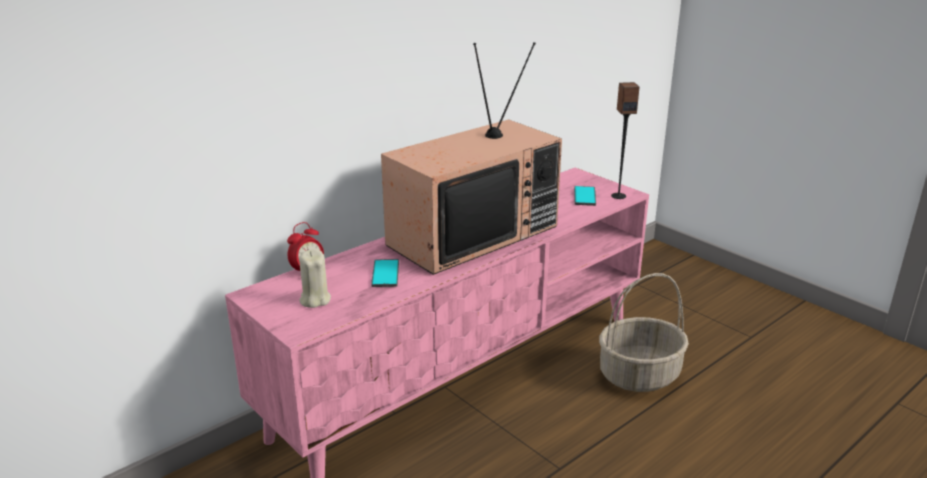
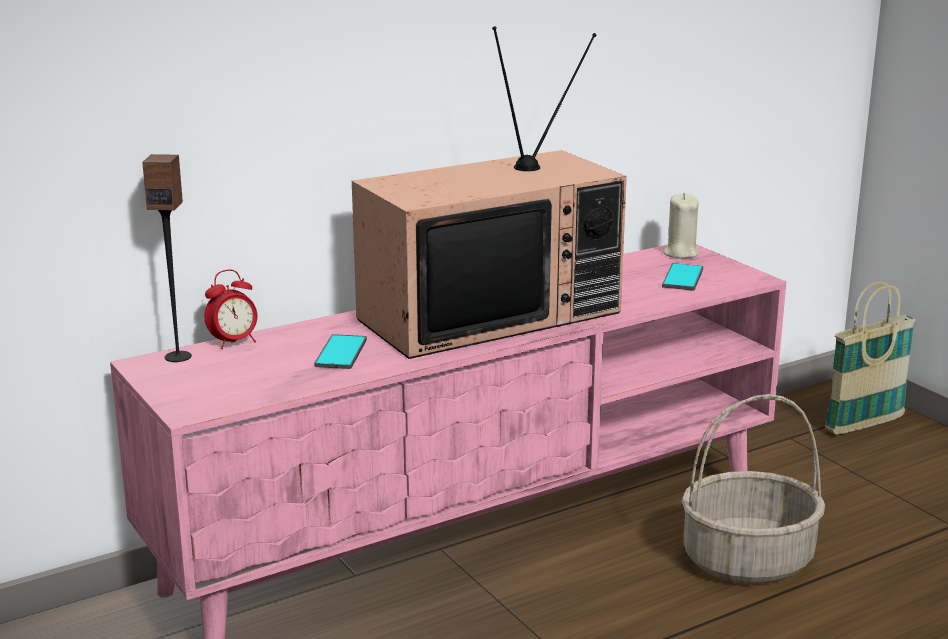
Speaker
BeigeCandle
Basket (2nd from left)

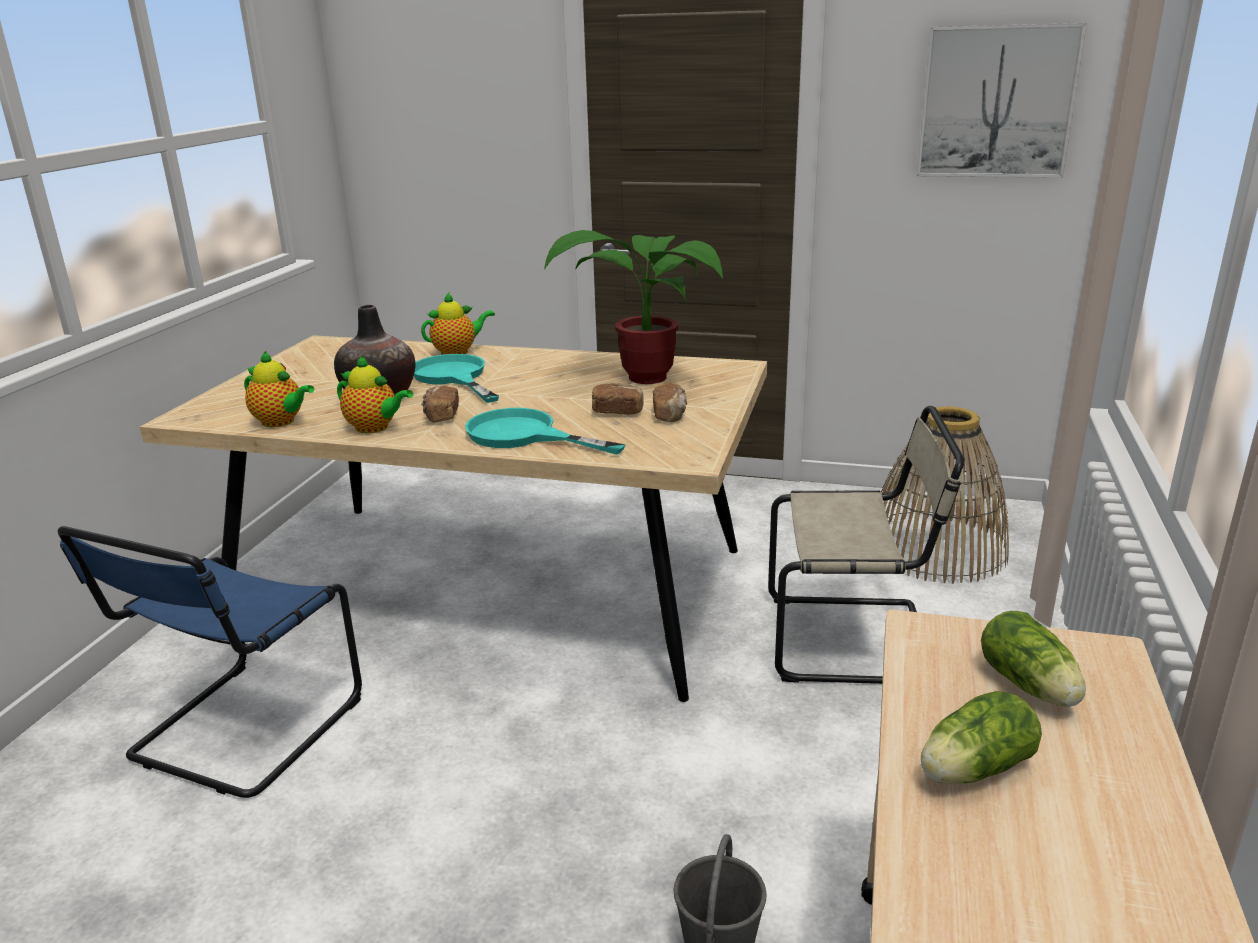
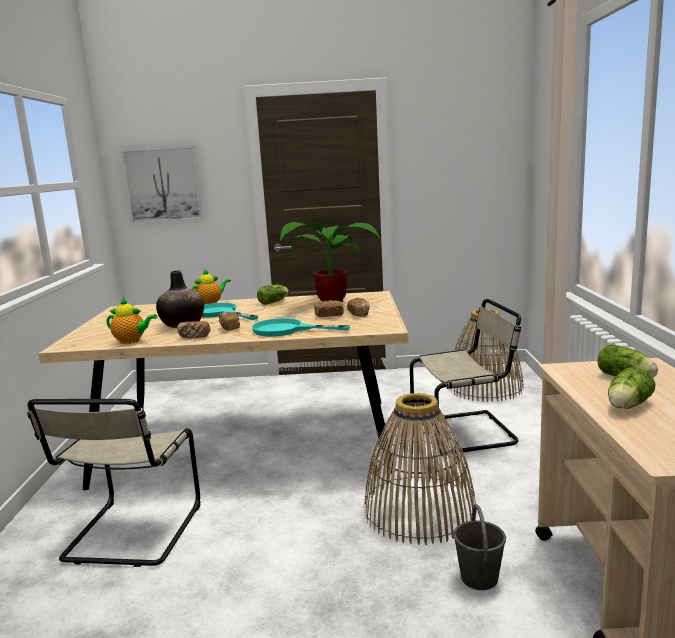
BeigeChair (1st from left)
Picture
Bread (1st from left)
Lettuce (1st from left)
Basket (1st from left)

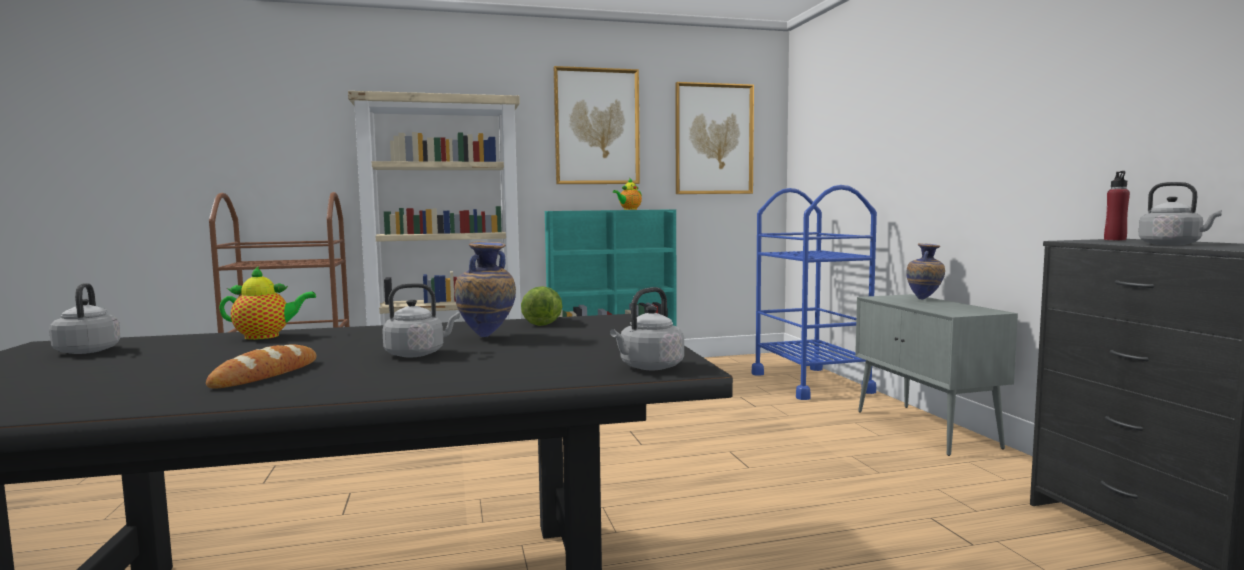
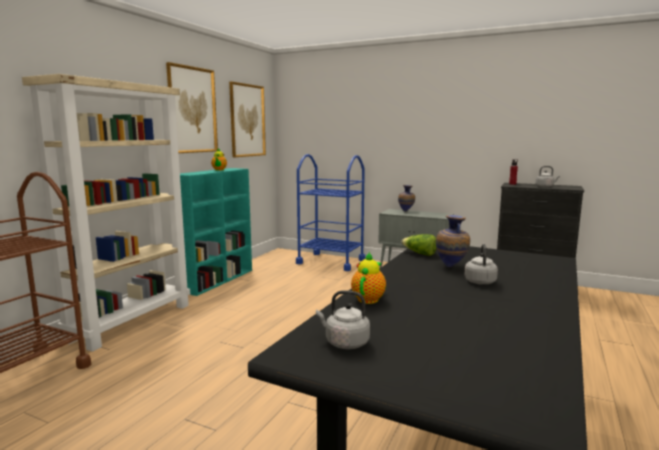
Bread
GreyKettle (3rd from left in the first image)

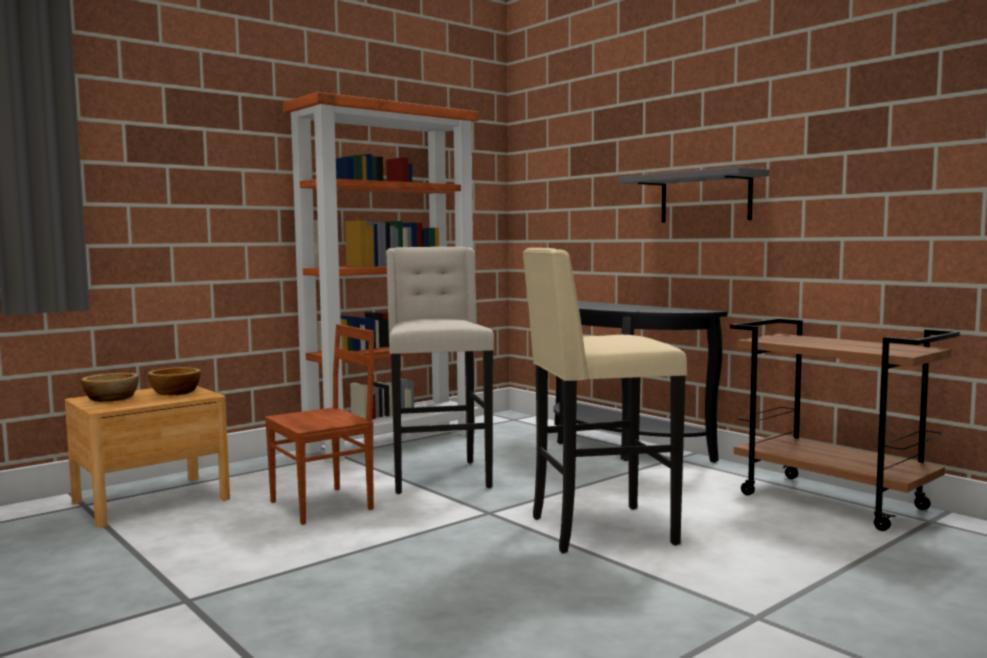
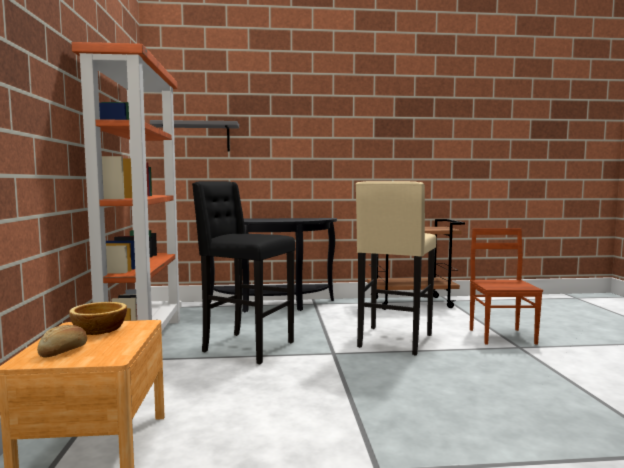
Bread
GreyShelf
BlackStool
BrownChair

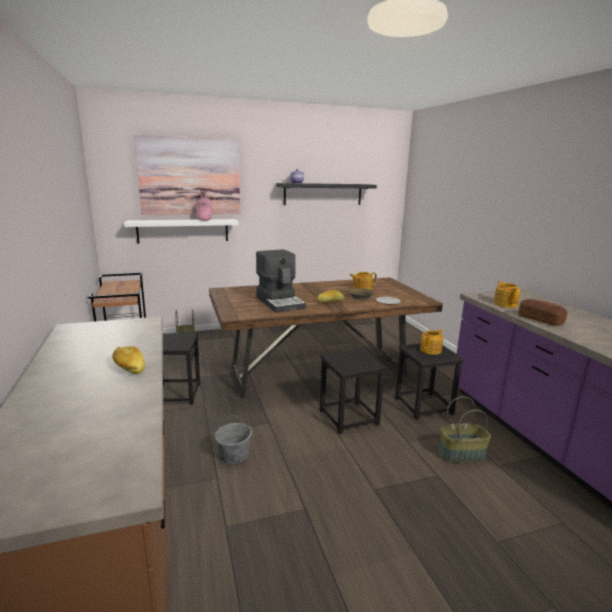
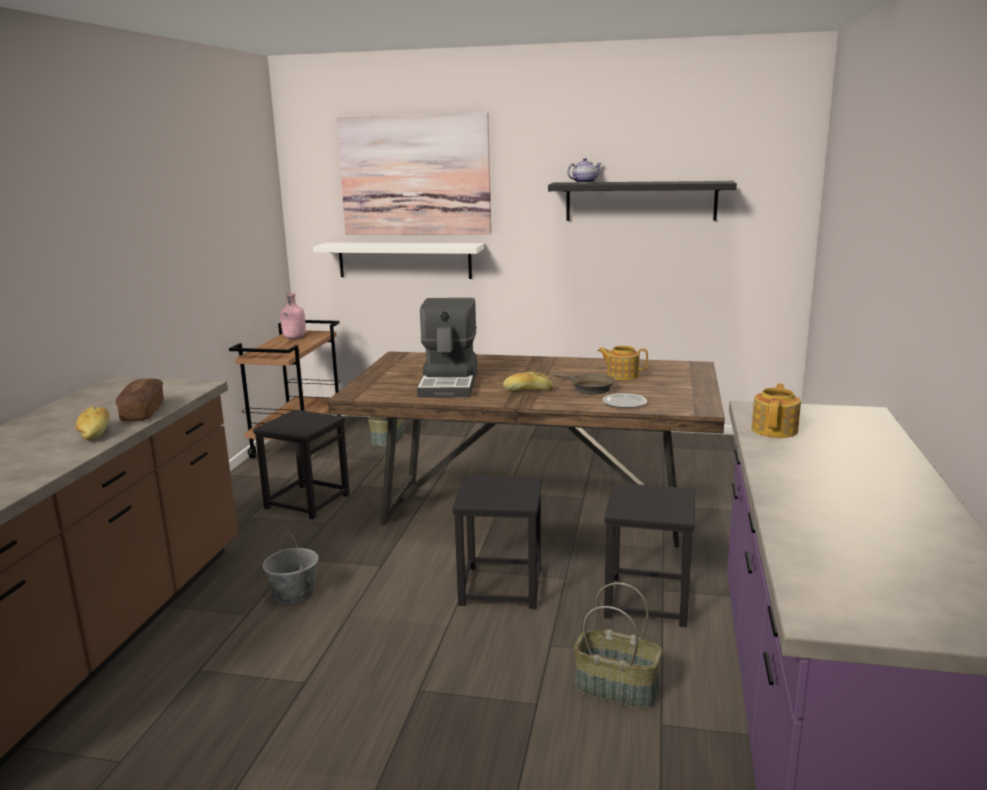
Bread (2nd from left)
PinkBottle
Teapot (3rd from left in the first image)

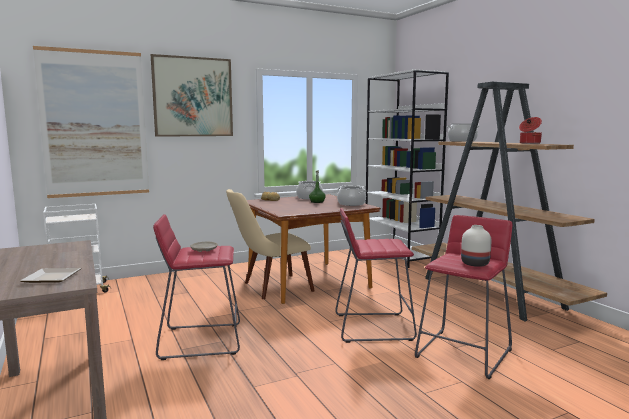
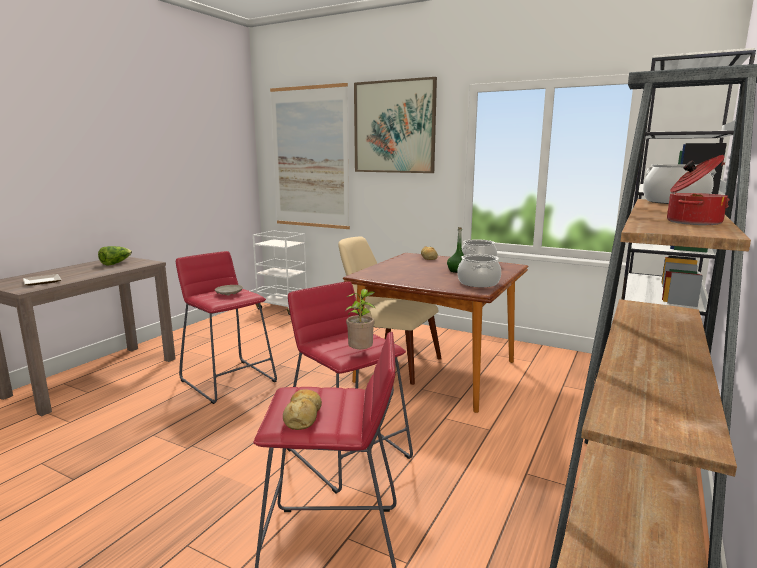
Lettuce
Bread (1st from left)
PottedPlant

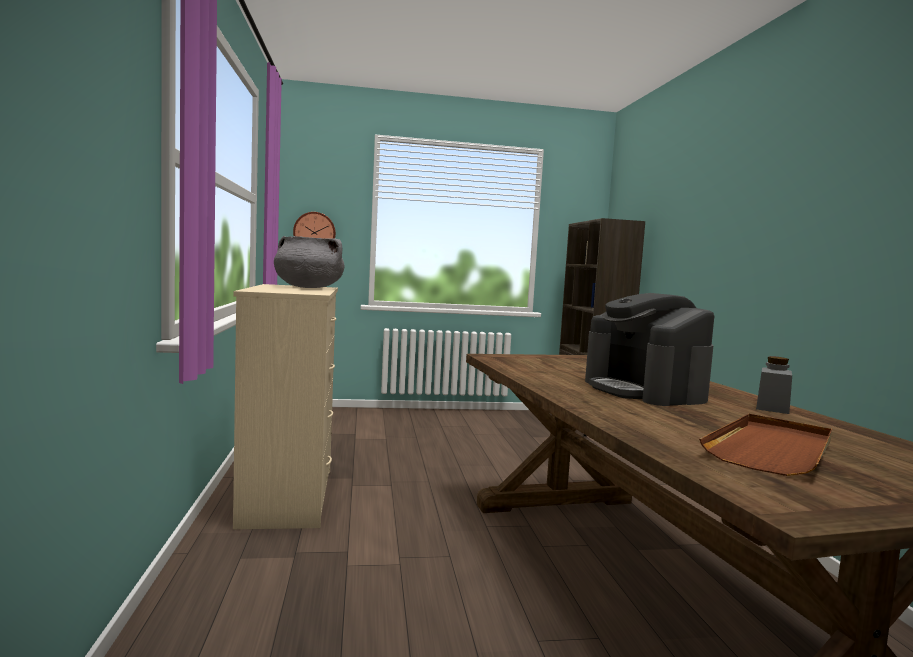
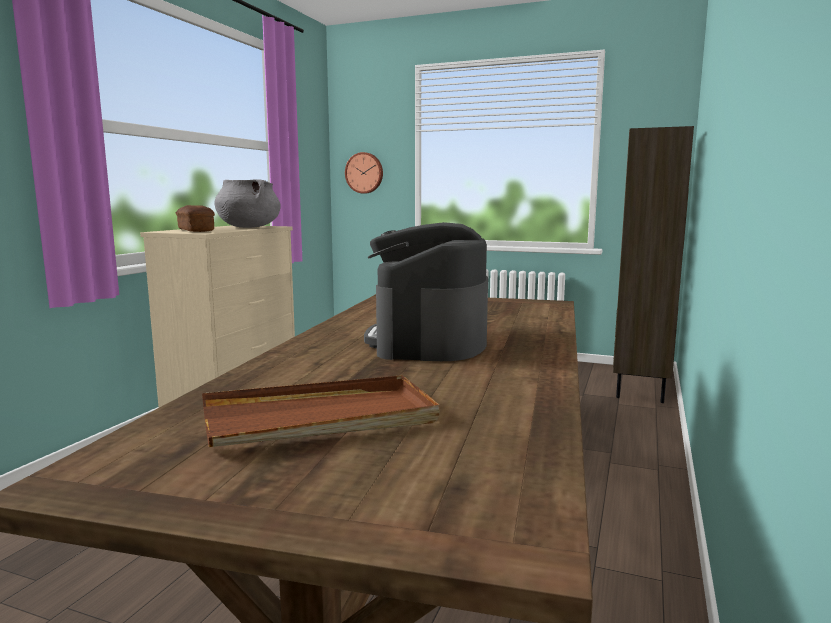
Bread
GreyJar

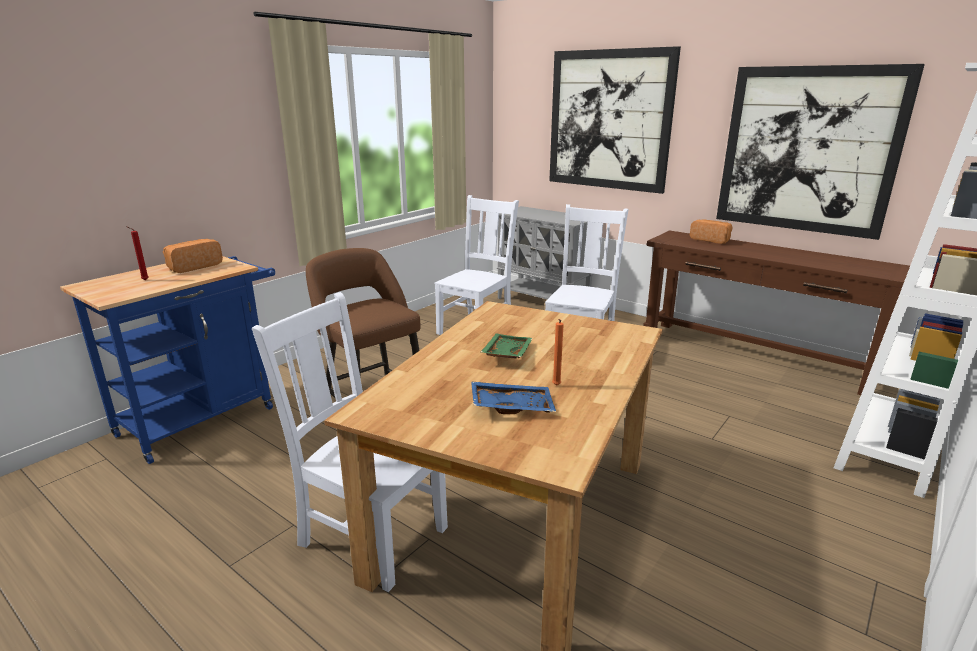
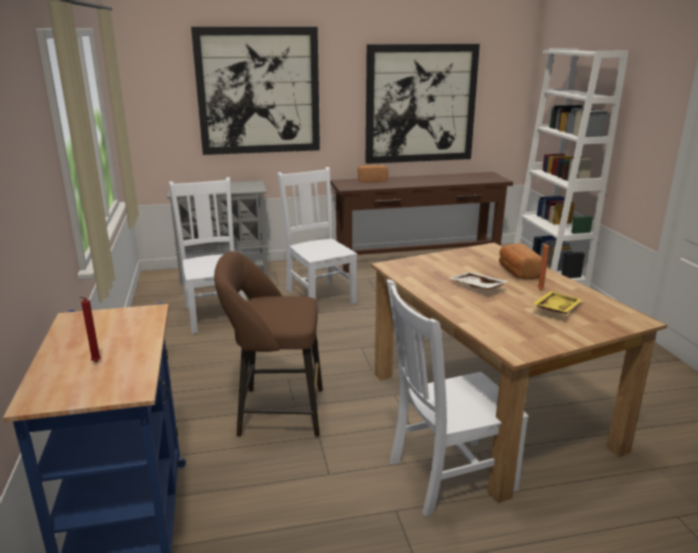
WhiteTray
Bread (2nd from left)
YellowTray

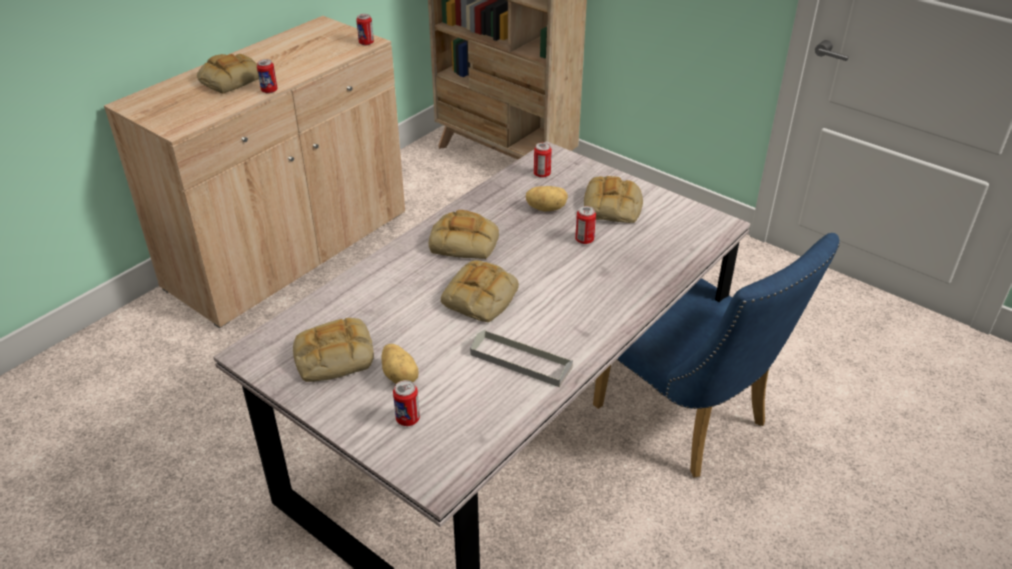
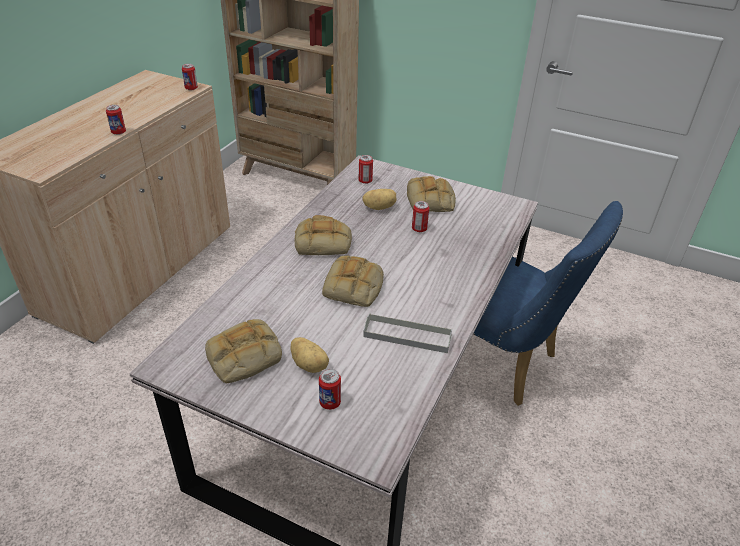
Bread (1st from left in the first image)

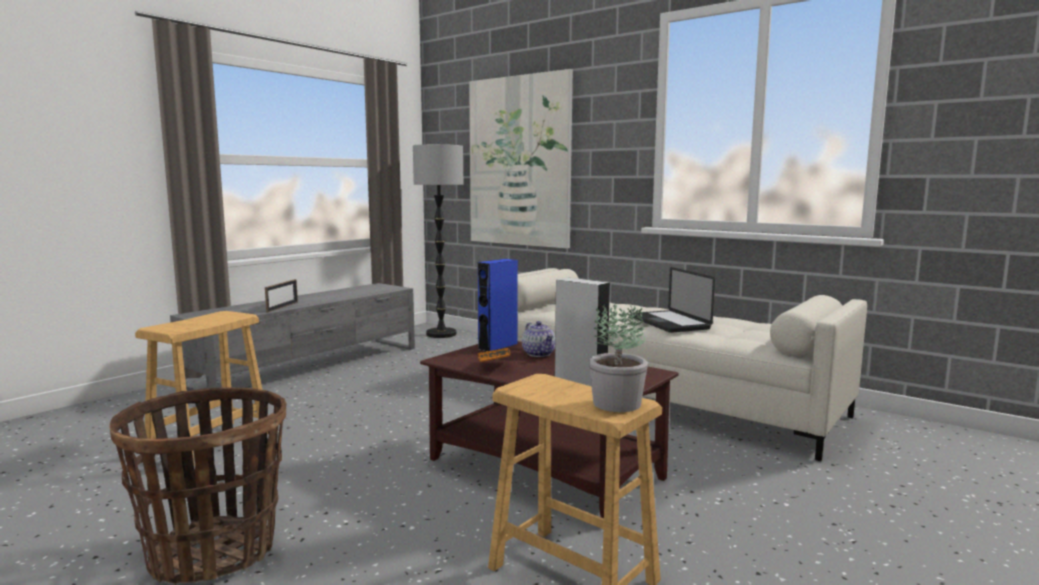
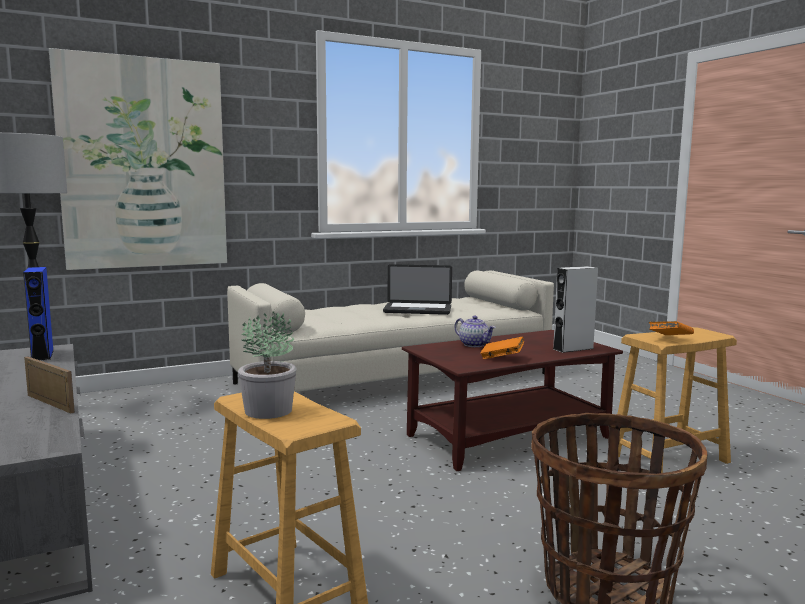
BlueSpeaker
PottedPlant
Teapot
OrangeBook (2nd from left)

